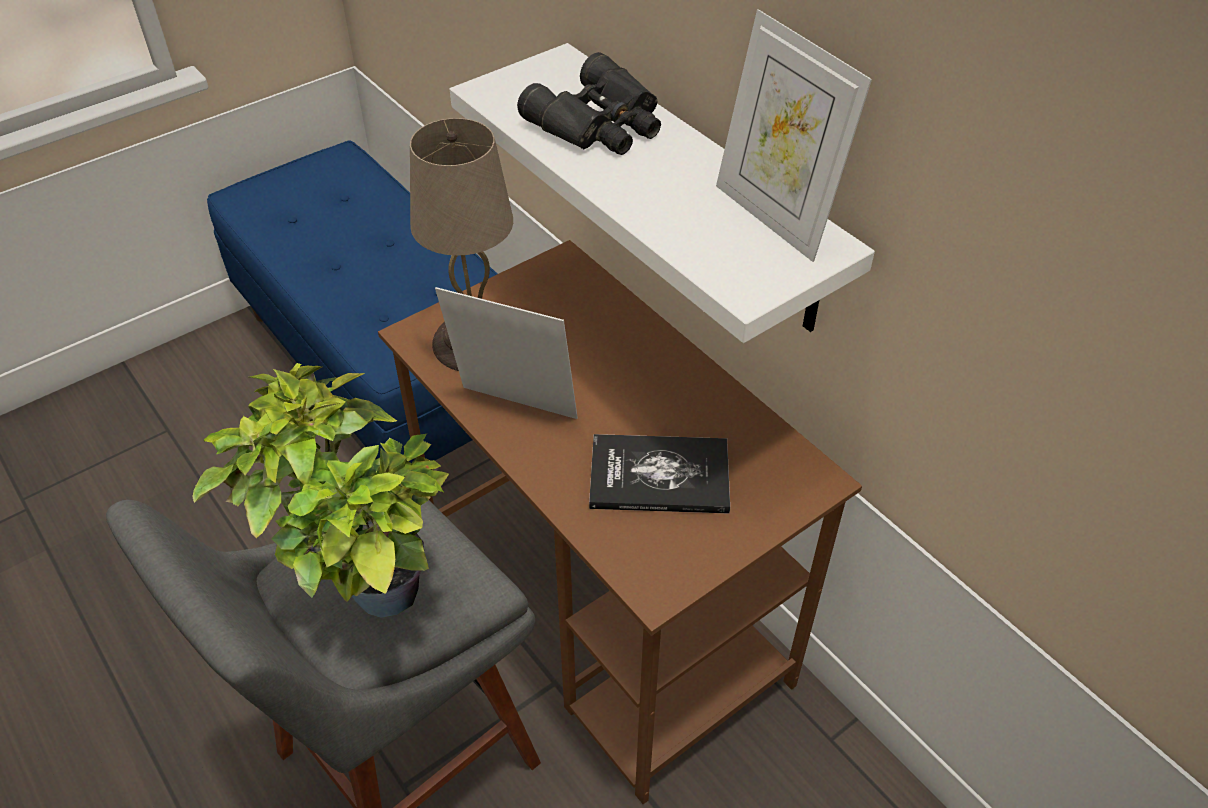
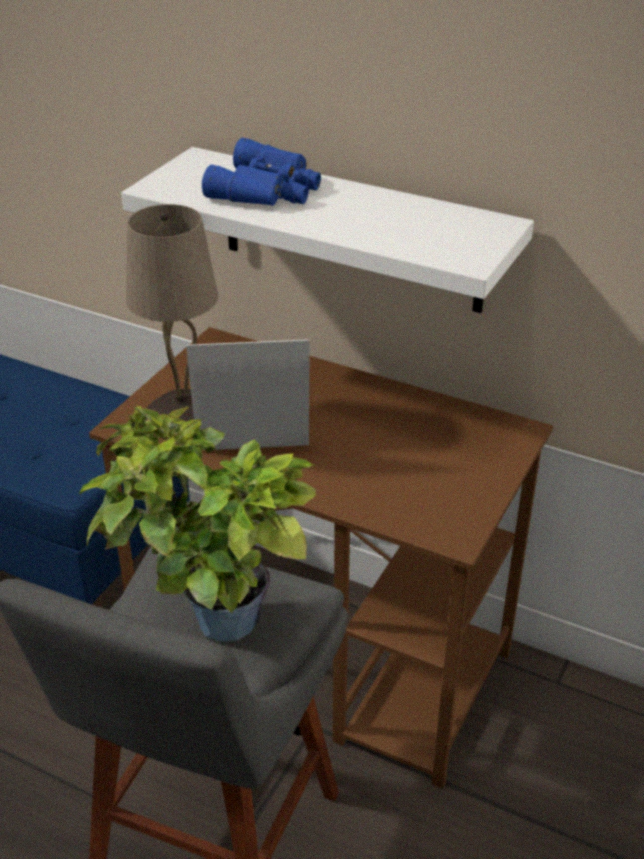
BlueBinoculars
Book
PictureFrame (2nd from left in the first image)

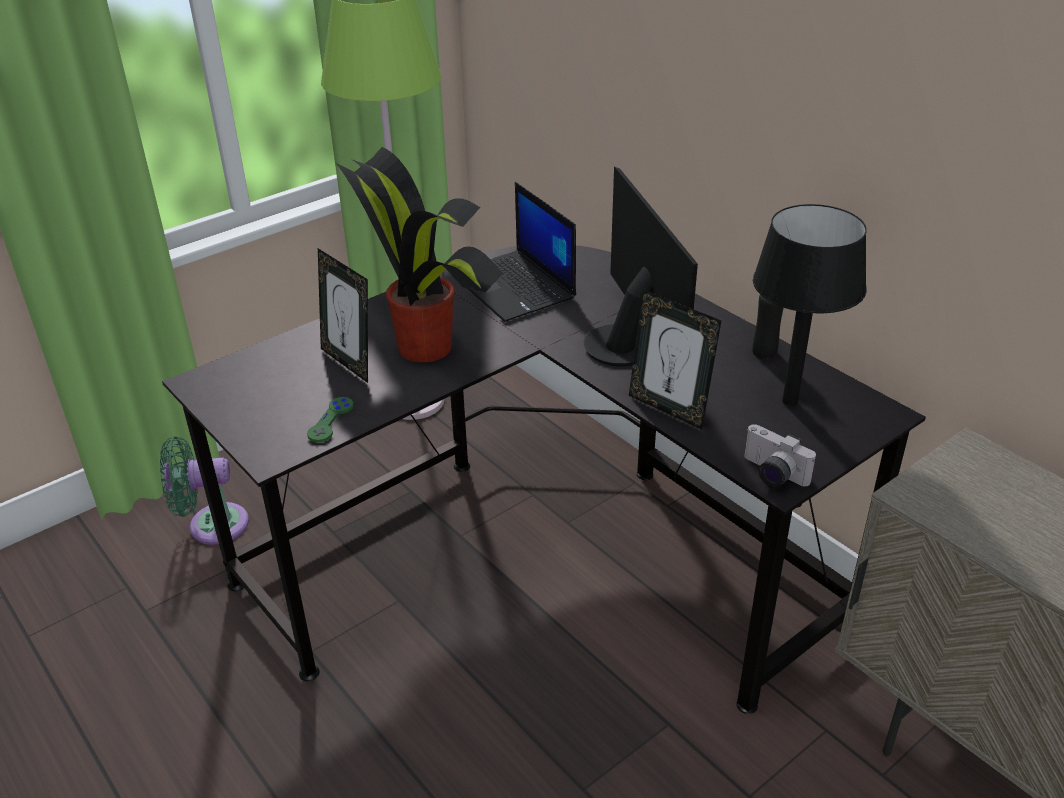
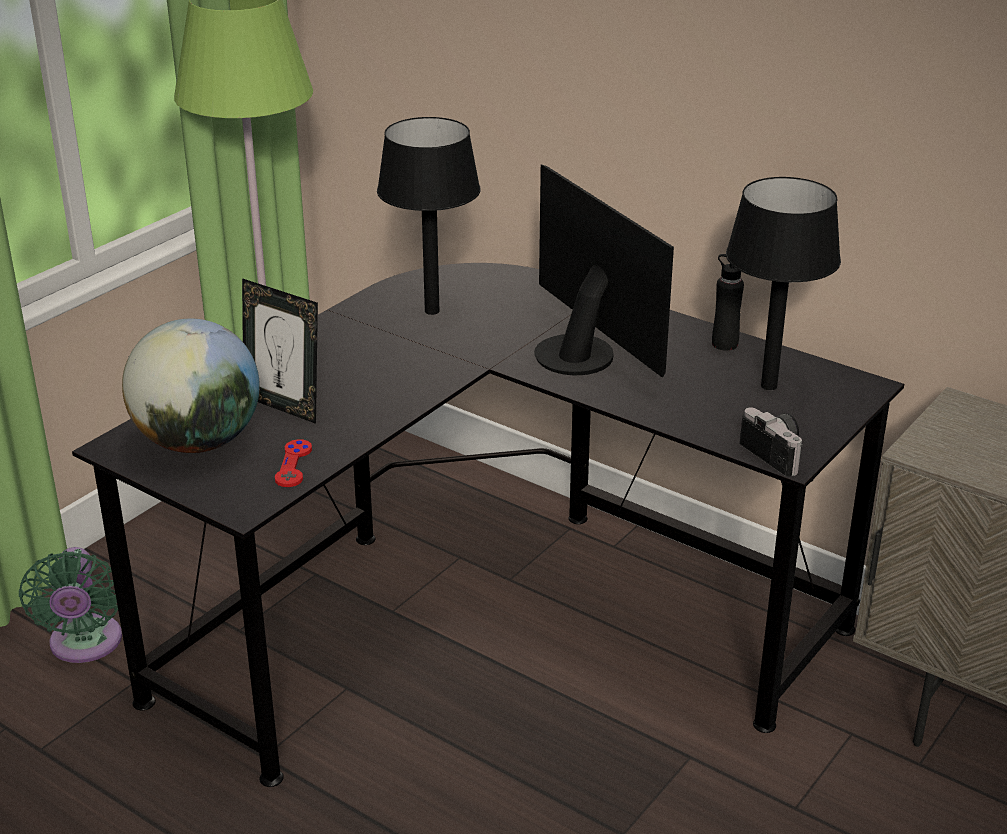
GreenFan
Globe
RedGameController
BlackTableLamp (1st from left)
PhotoCamera
PottedPlant
PictureFrame (2nd from left in the first image)

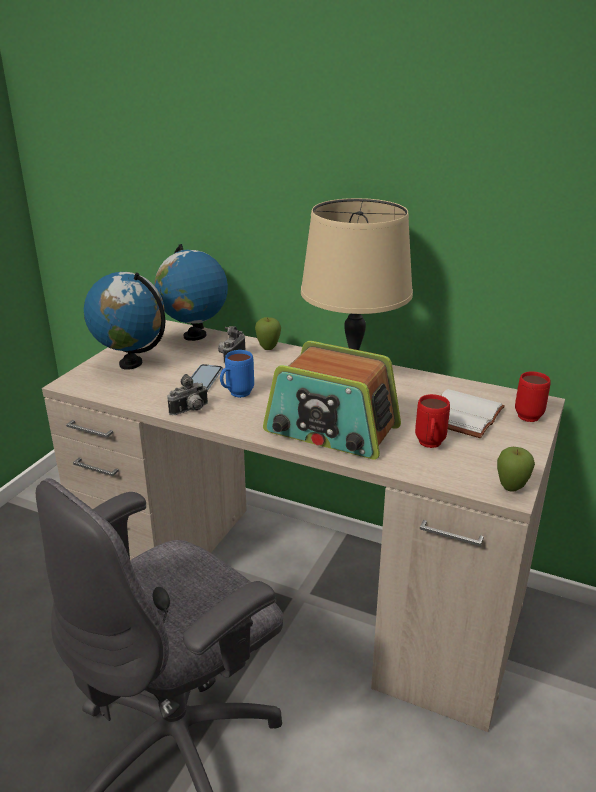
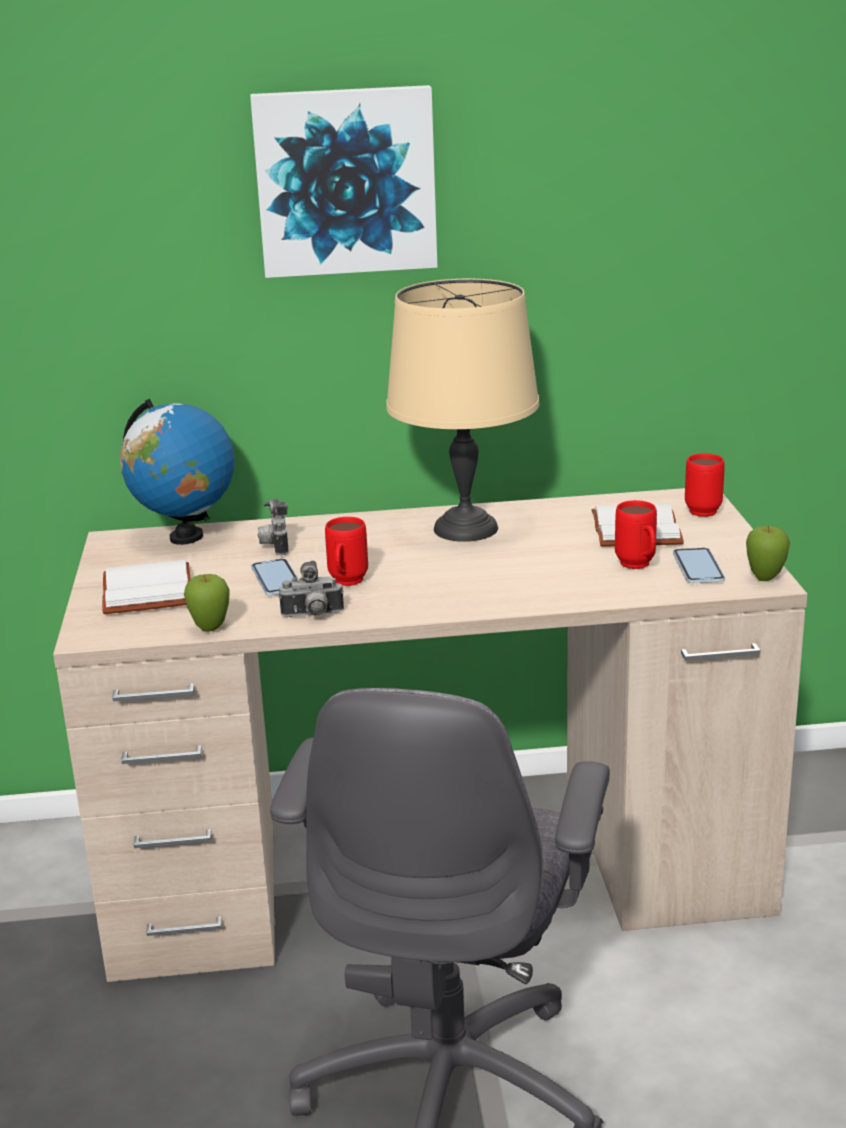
WhiteBook (1st from left)
Apple (1st from left)
Picture
PhotoCamera (2nd from left)
RedMug (1st from left)
Phone (2nd from left)
Radio

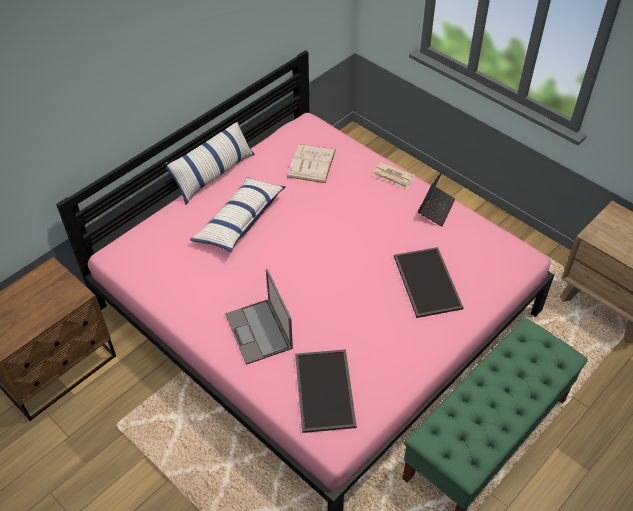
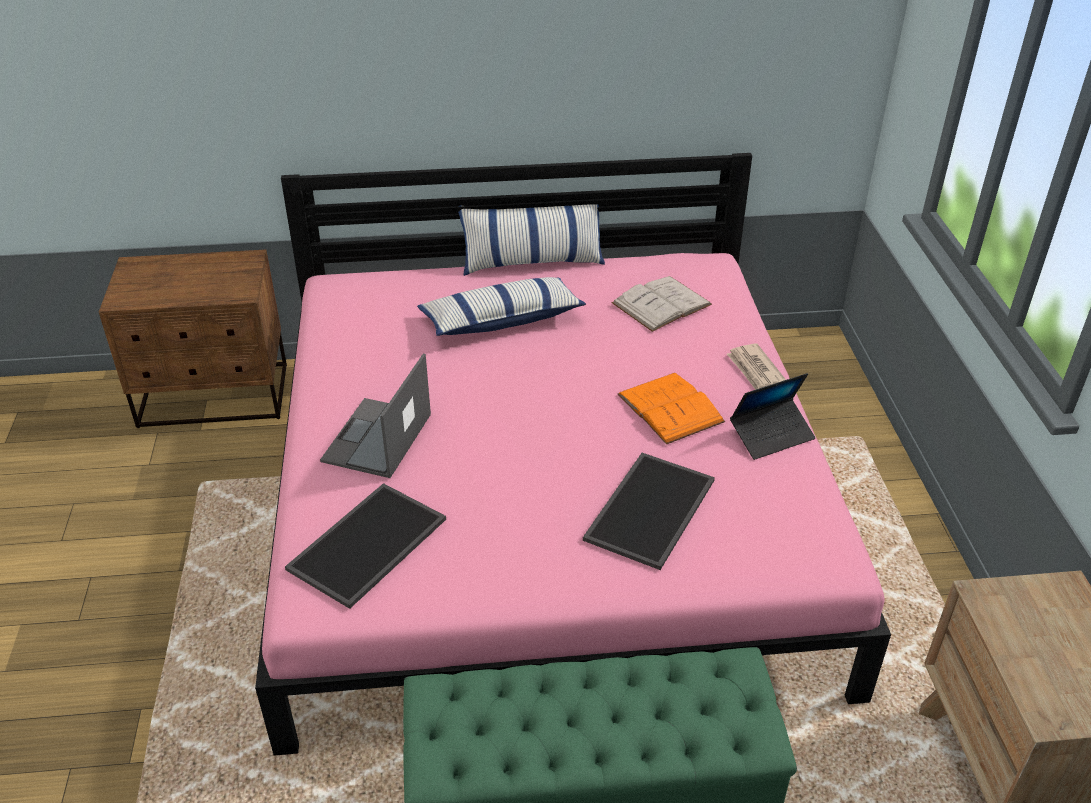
OrangeBook

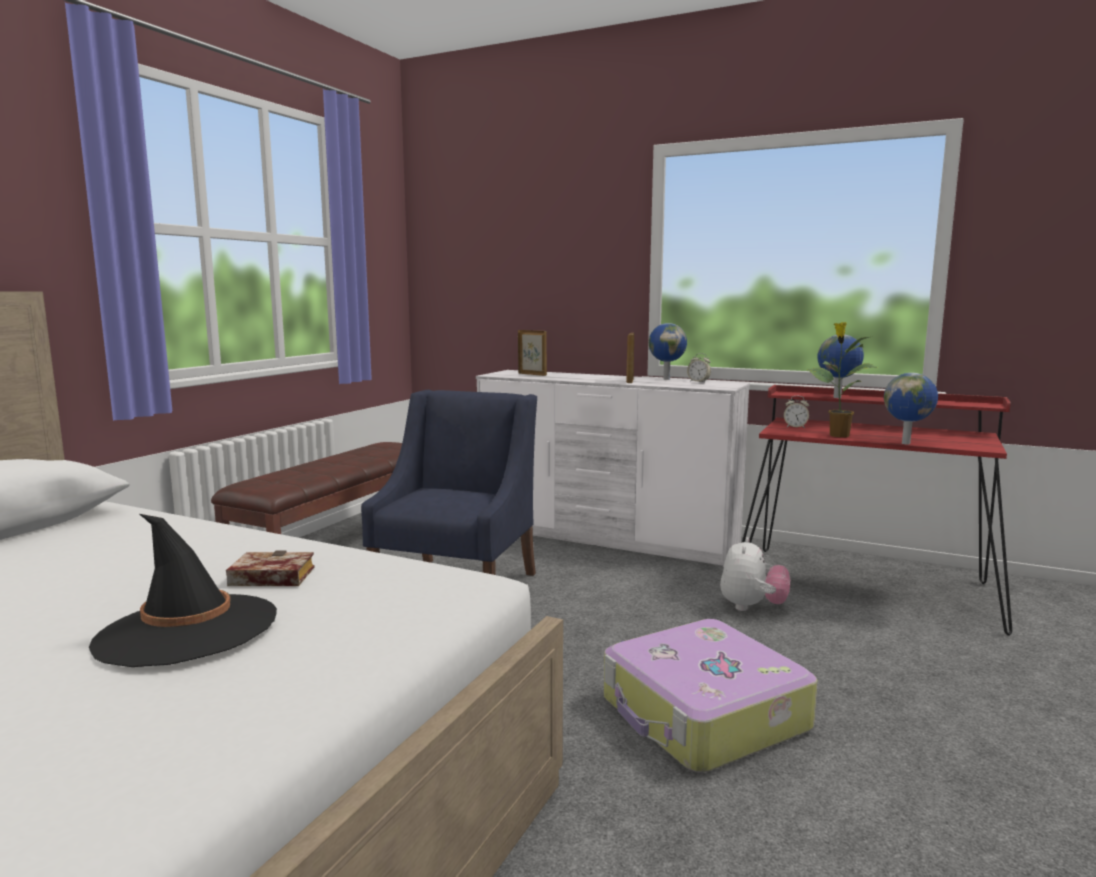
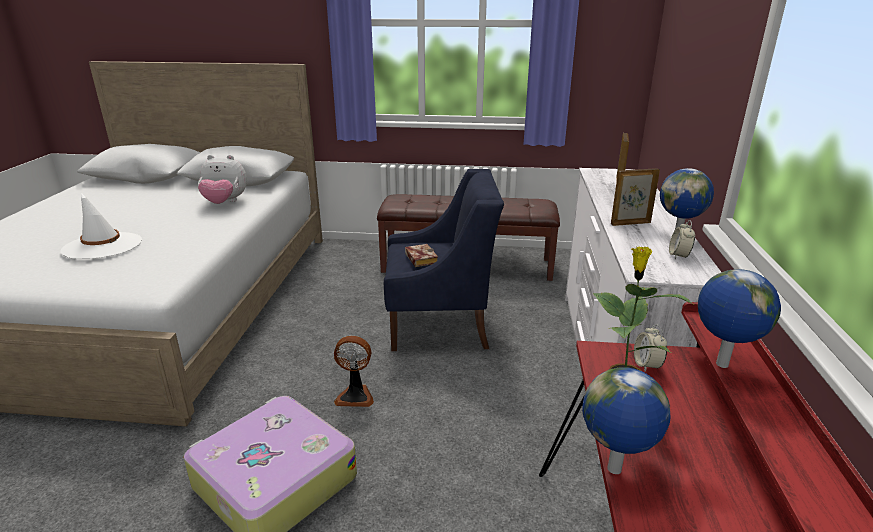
WhiteHat
PlushToy
Fan
Book

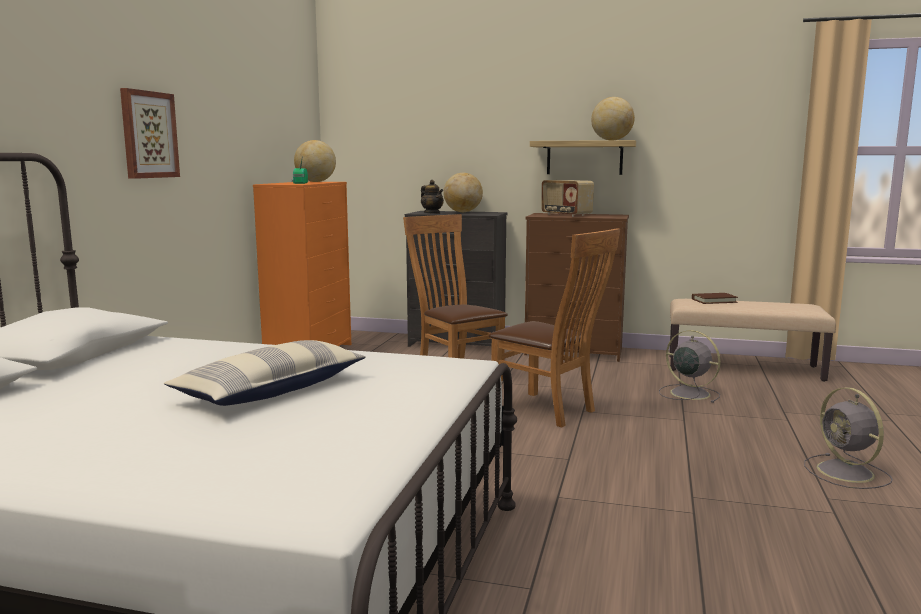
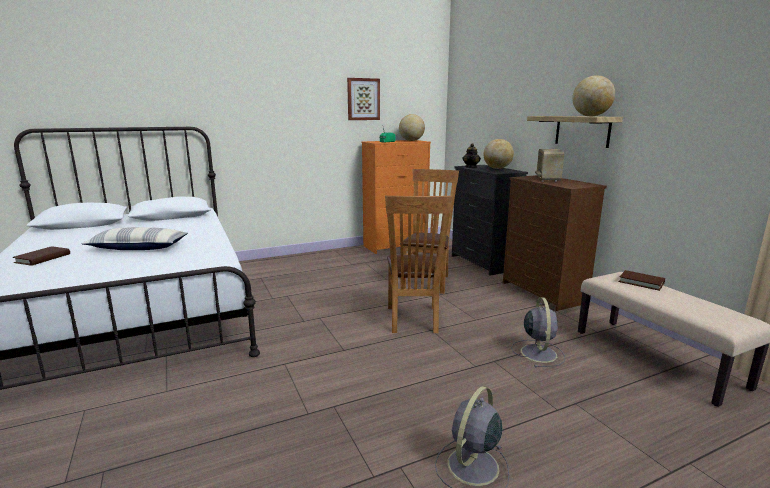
BrownBook (1st from left)
Picture

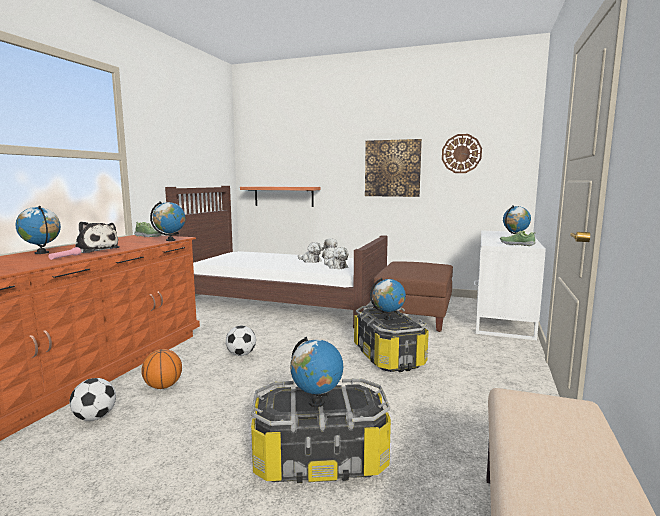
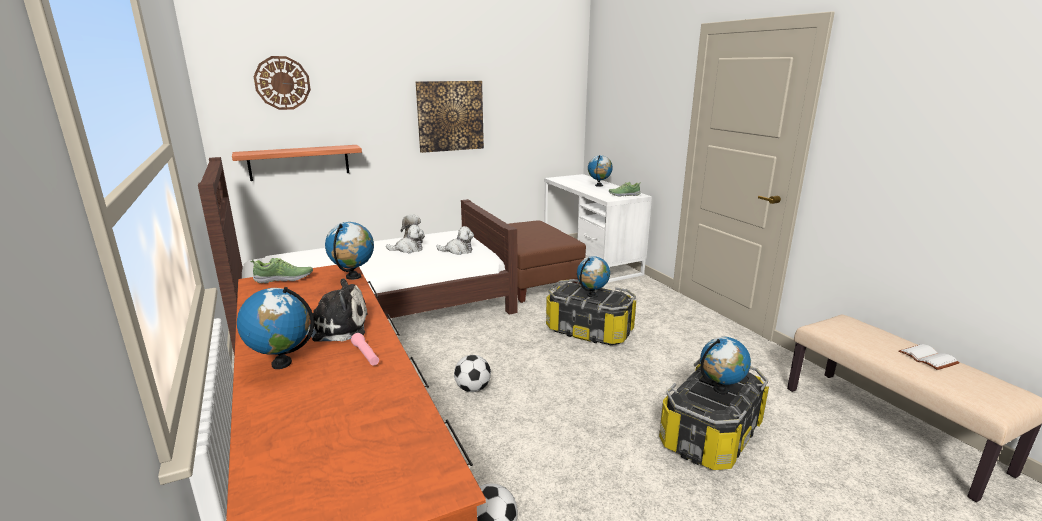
WallClock
WhiteBook
Basketball

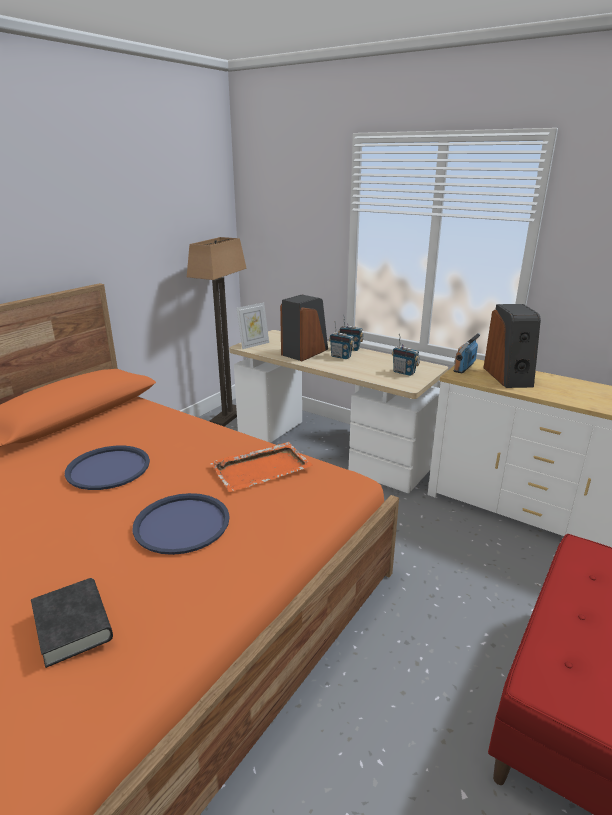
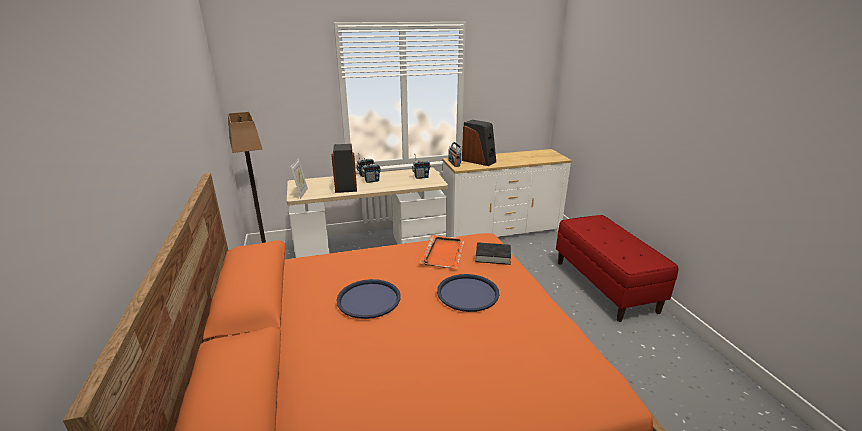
BlackBook

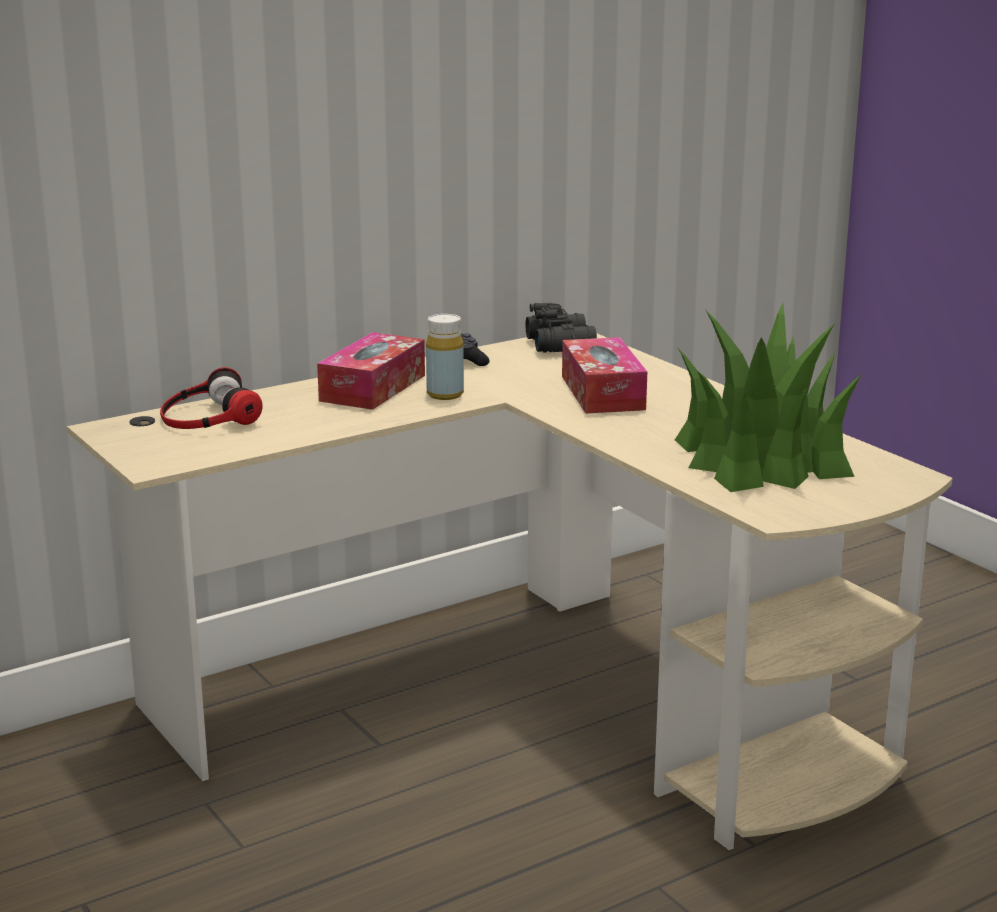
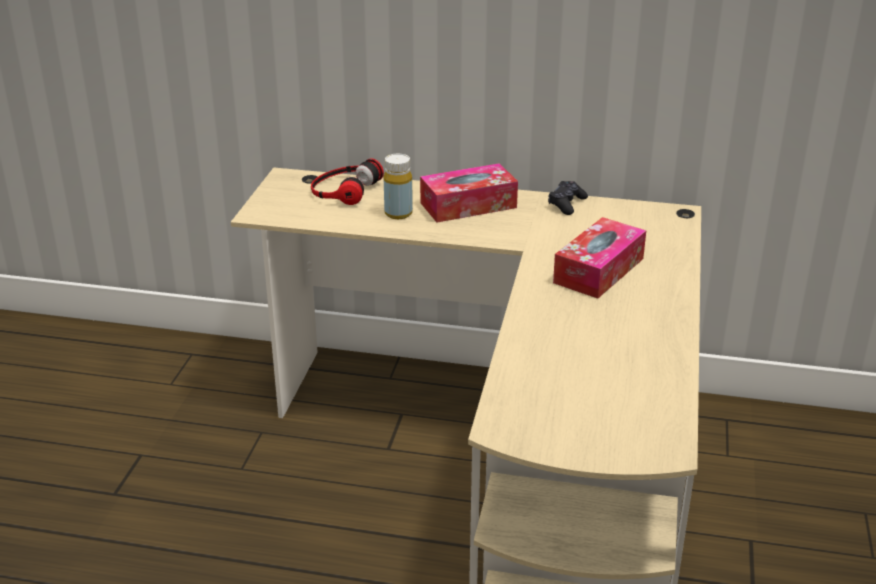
YellowBottle
BlackBinoculars
PottedPlant

